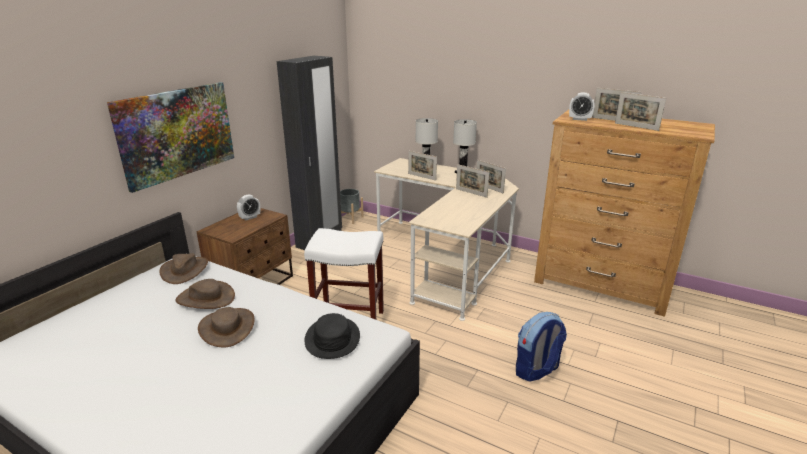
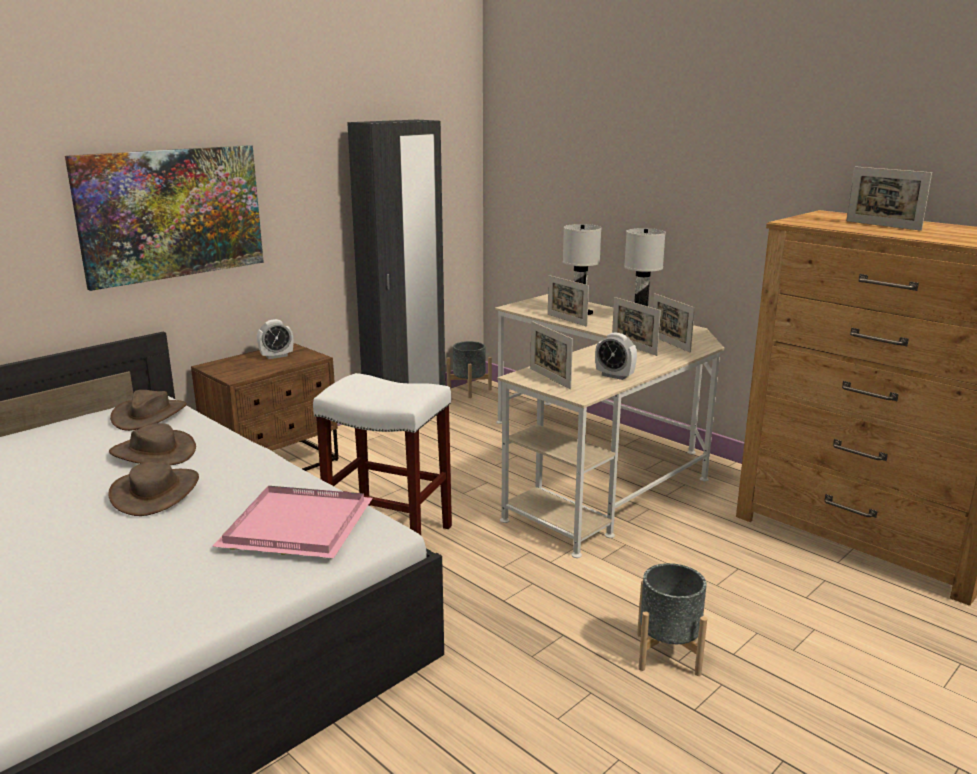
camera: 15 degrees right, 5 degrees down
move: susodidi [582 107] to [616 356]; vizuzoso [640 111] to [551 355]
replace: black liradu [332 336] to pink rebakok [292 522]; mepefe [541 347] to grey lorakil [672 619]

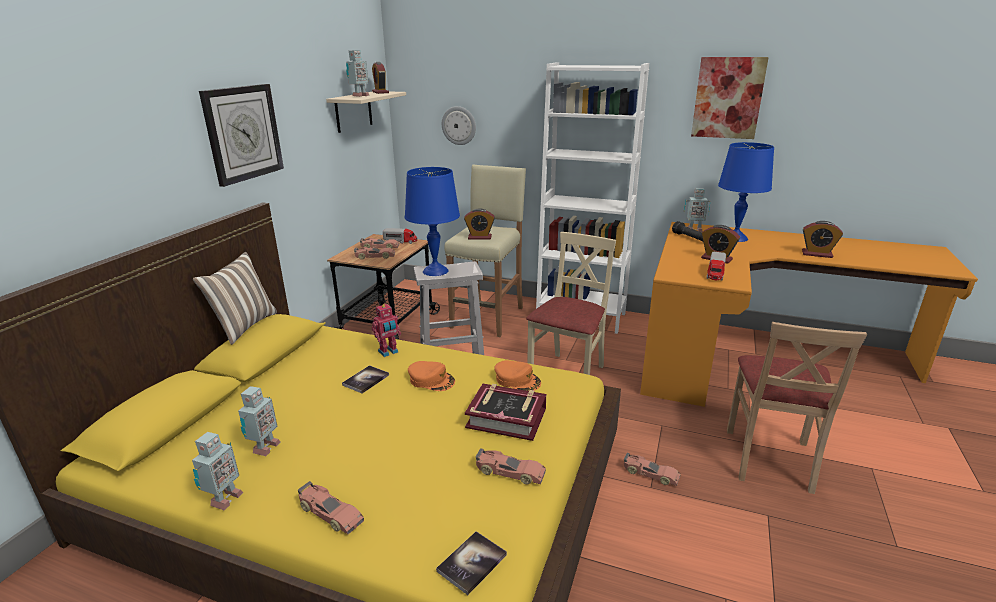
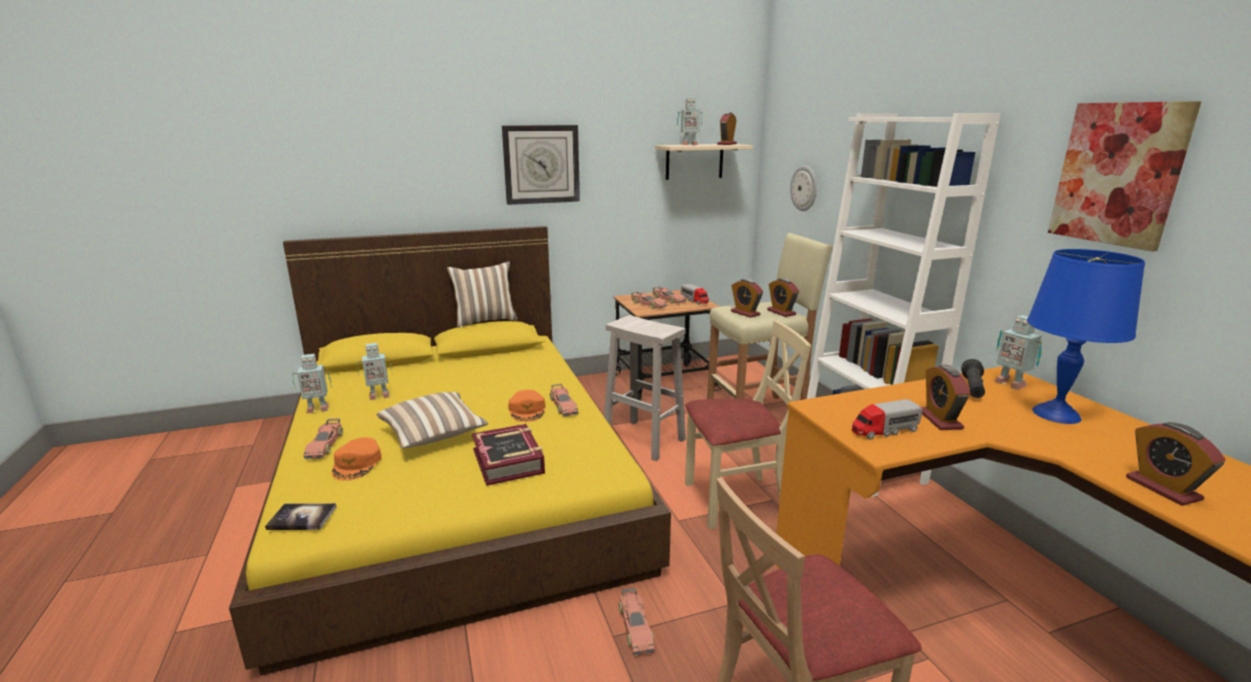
camera: 50 degrees right, 5 degrees down
delete: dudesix [365 379]; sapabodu [386 330]; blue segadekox [432 221]
insert: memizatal [432 420]; susodidi [783 297]
move: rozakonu [511 466] to [564 400]; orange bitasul [517 375] to [357 459]

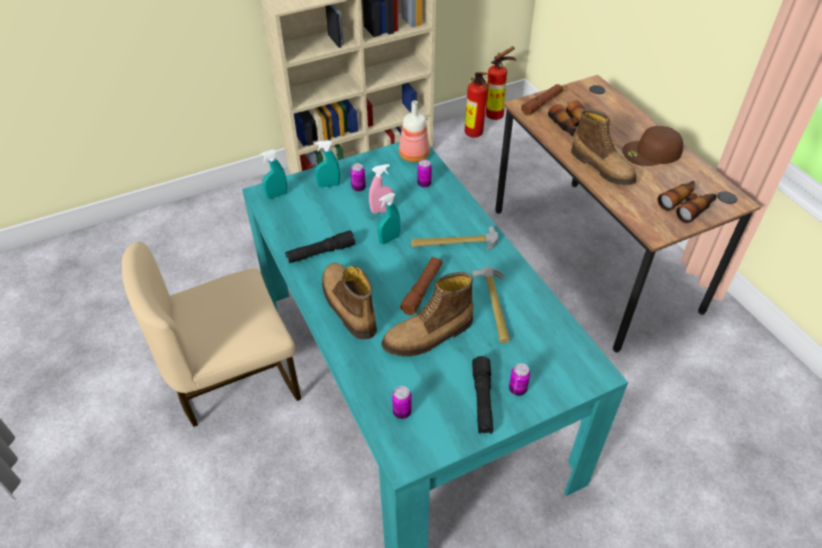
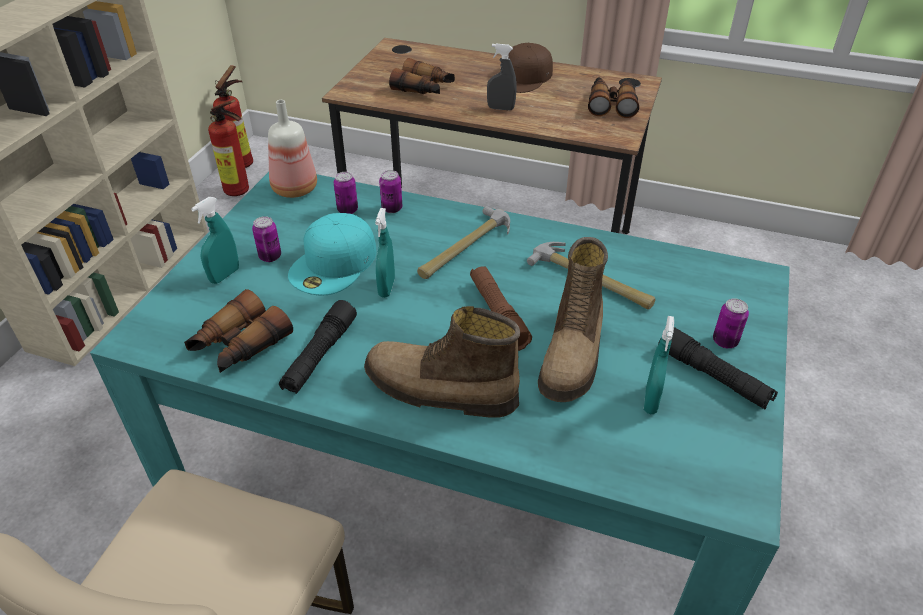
camera: 45 degrees left, 5 degrees down
delete: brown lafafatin [542 100]
insert: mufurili [238 331]
move: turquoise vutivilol [273 174] to [659 365]; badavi [402 402] to [390 191]
replace: pink vutivilol [381 189] to turquoise bitasul [332 254]; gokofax [603 147] to grey vutivilol [502 76]

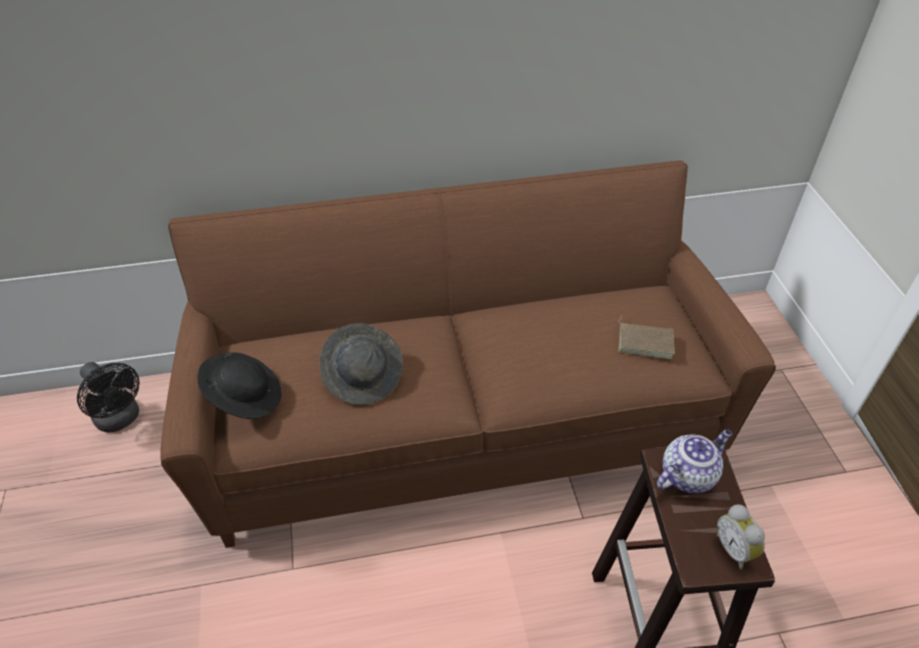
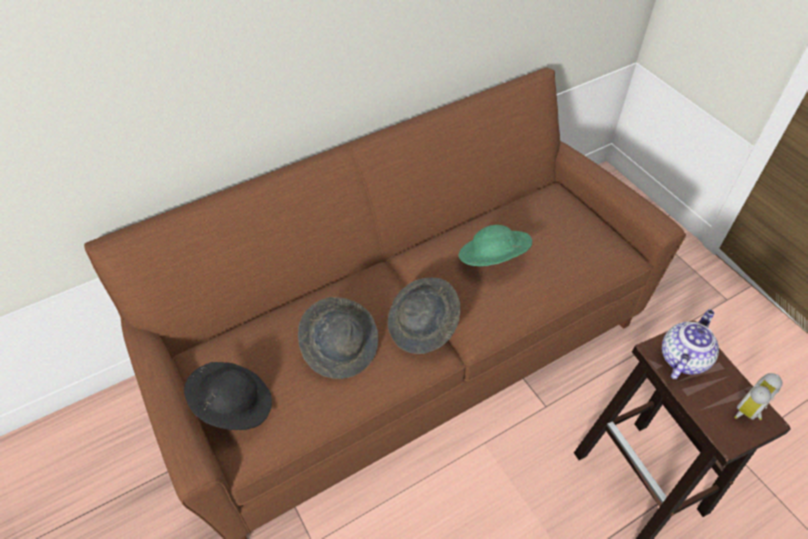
camera: 20 degrees left, 5 degrees up
delete: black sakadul [108 397]; brown dudesix [646 337]
insert: grey liradu [424 316]; green liradu [495 245]
rotate: susodidi [741 536] = [758 396] 90 degrees clockwise

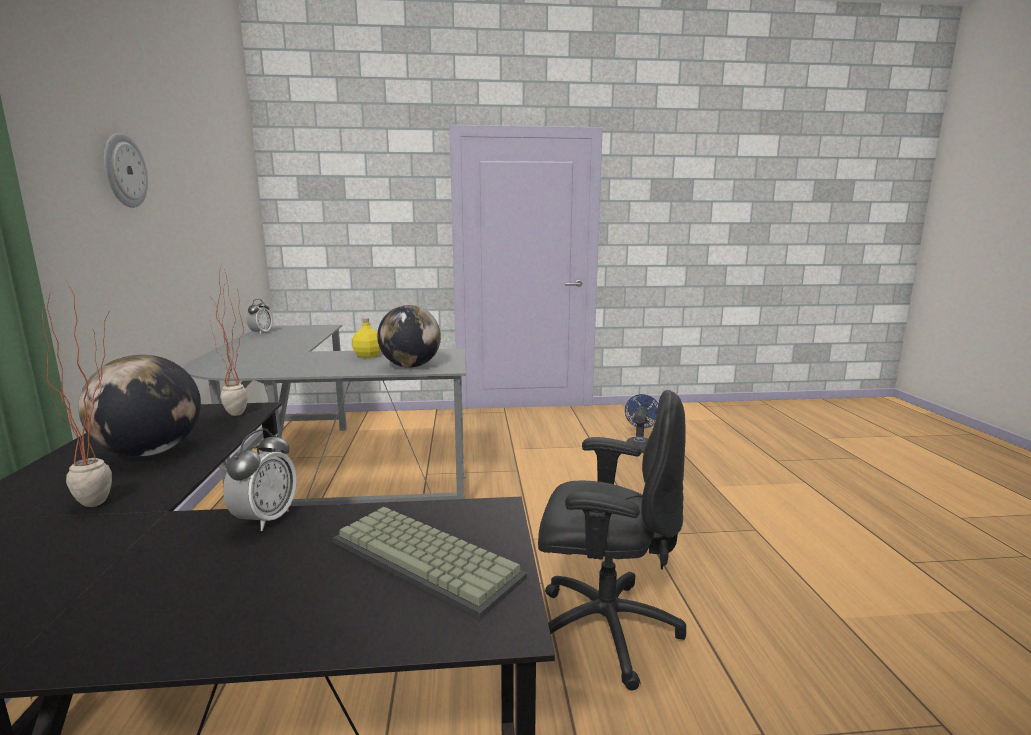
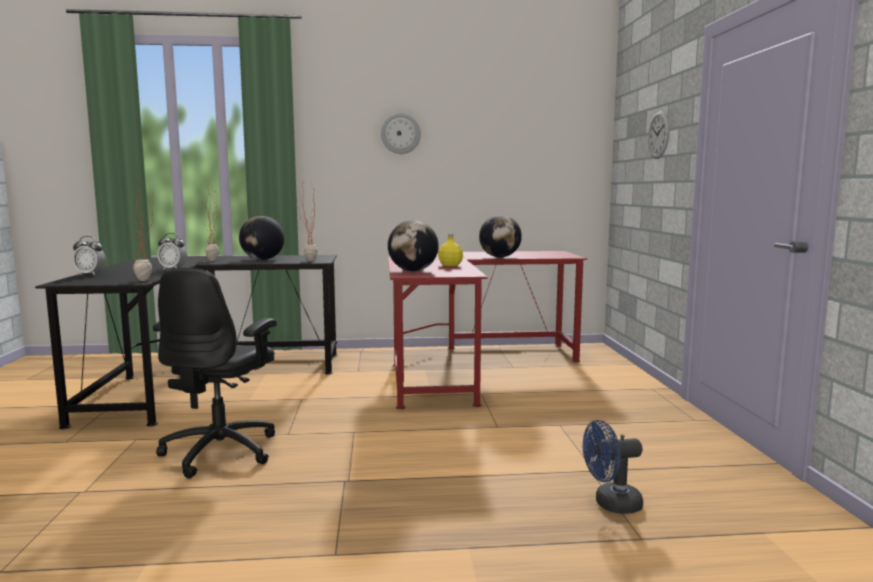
camera: 90 degrees right, 5 degrees down
delete: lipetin [430 563]
insert: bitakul [140 228]; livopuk [500 236]; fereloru [659 135]
move: susodidi [259 317] to [89 255]
recolor: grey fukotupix [324 415] to red fukotupix [487 330]
rotate: blue sakadul [641 423] = [613 467] 150 degrees clockwise

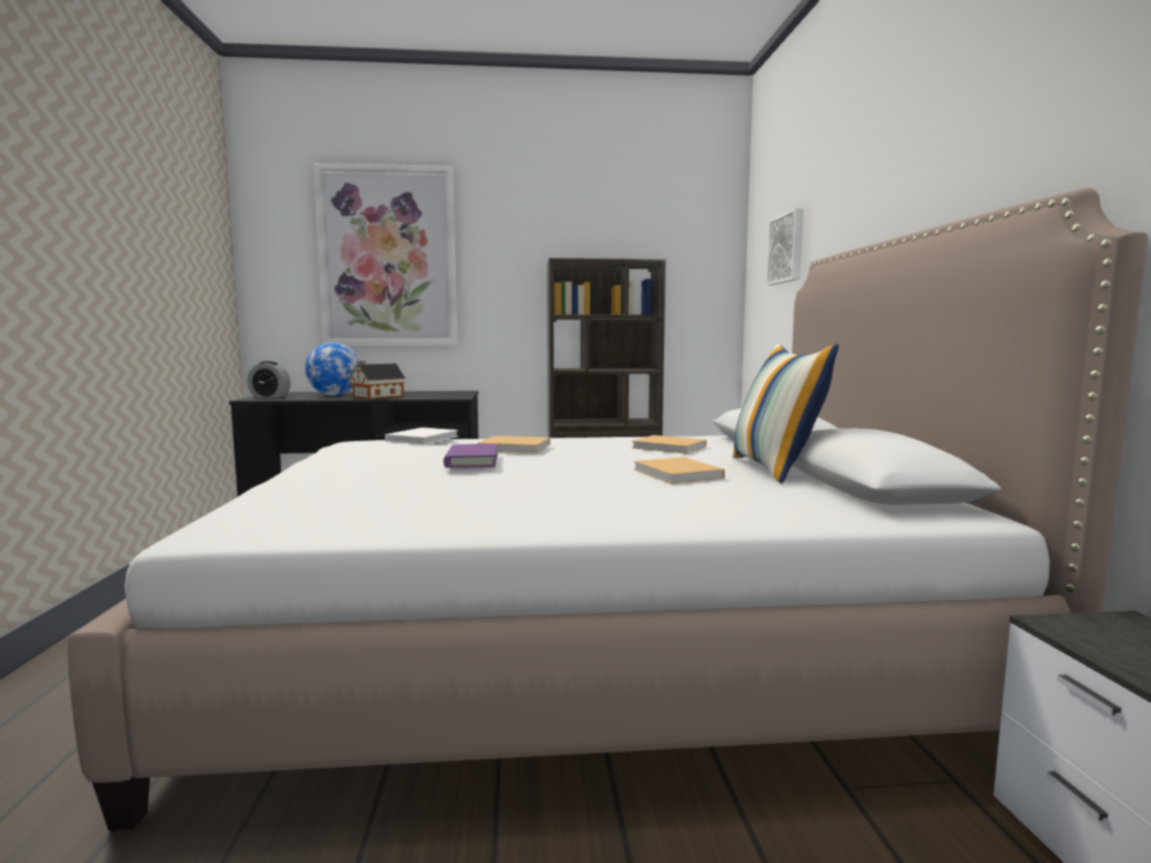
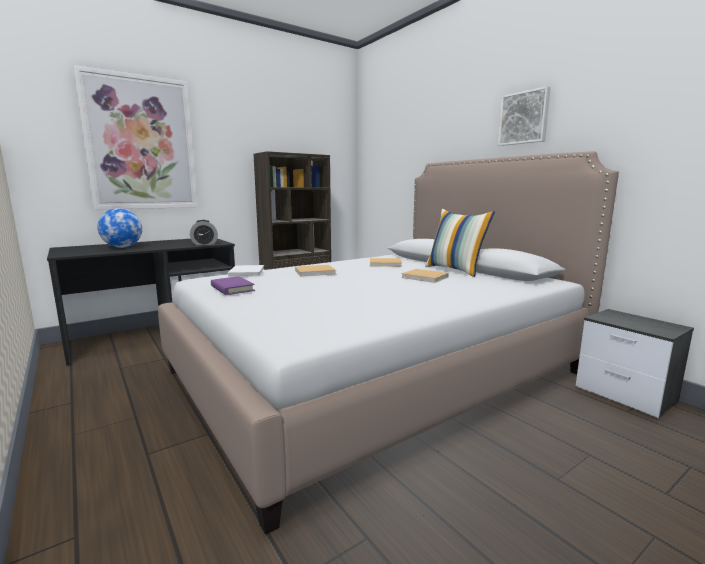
camera: 30 degrees left, 5 degrees up
delete: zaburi [377 380]
move: susodidi [269 379] to [204 232]; purple dudesix [470 456] to [233 285]; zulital [785 246] to [524 116]

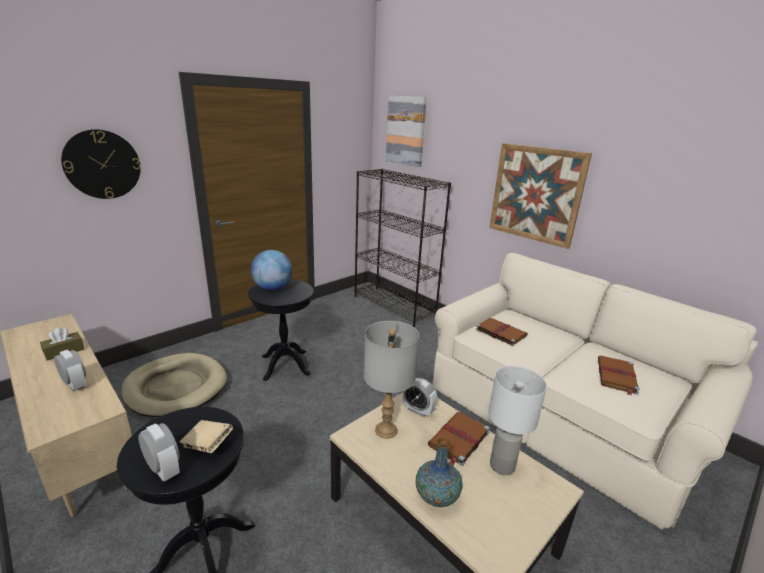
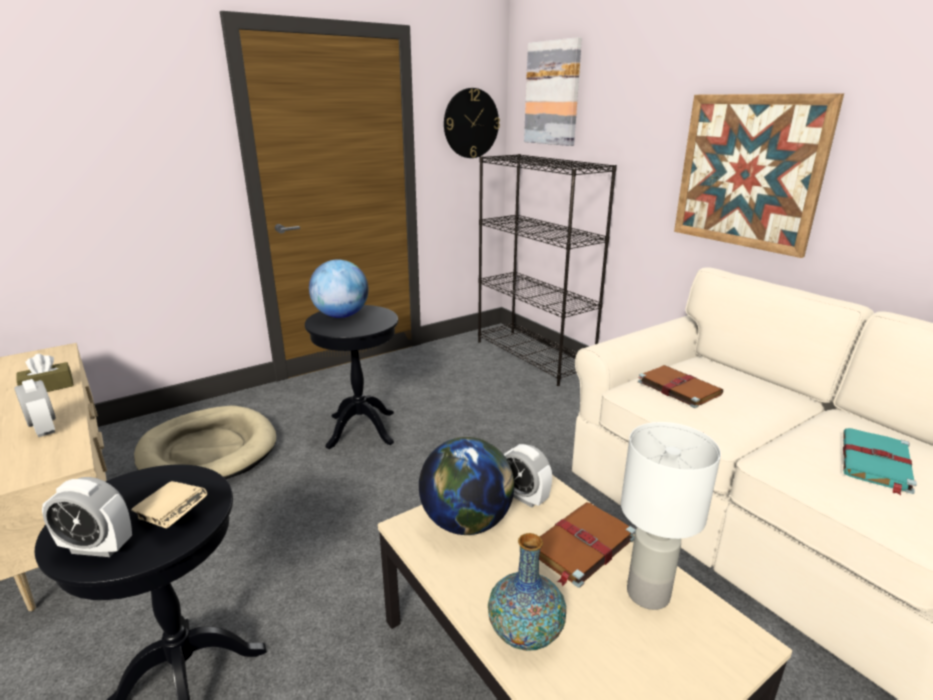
camera: 10 degrees right, 0 degrees up
move: fereloru [101 164] to [472 123]
replace: grey segadekox [391 380] to livopuk [466 486]
recolor: brown dudesix [619 376] to turquoise dudesix [880 461]
rotate: susodidi [159 452] = [87 517] 135 degrees clockwise

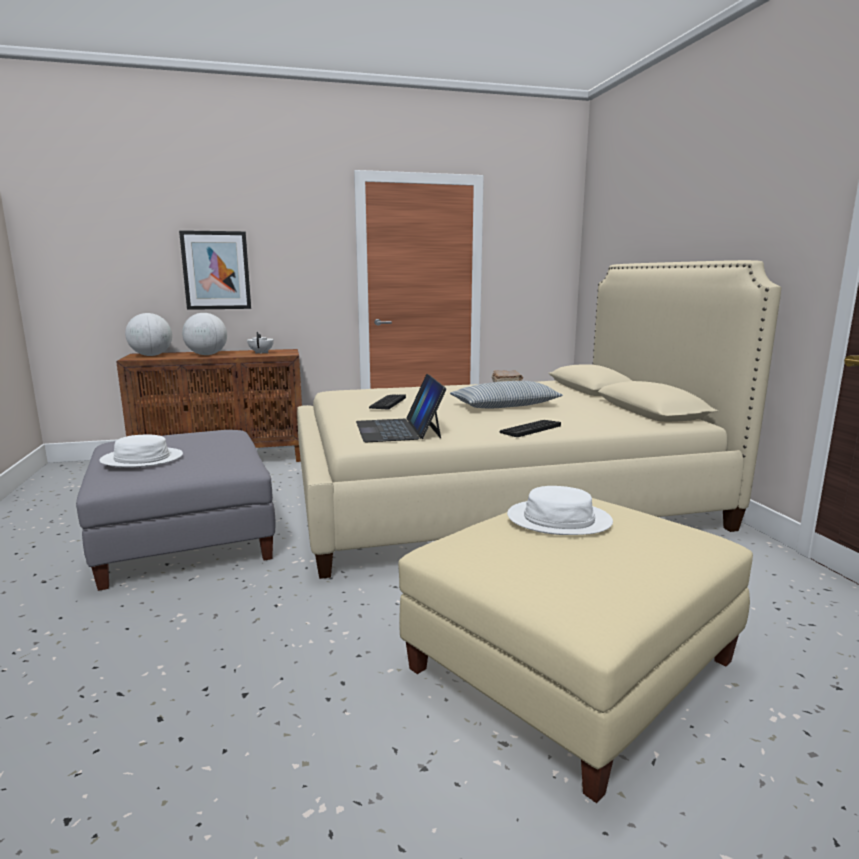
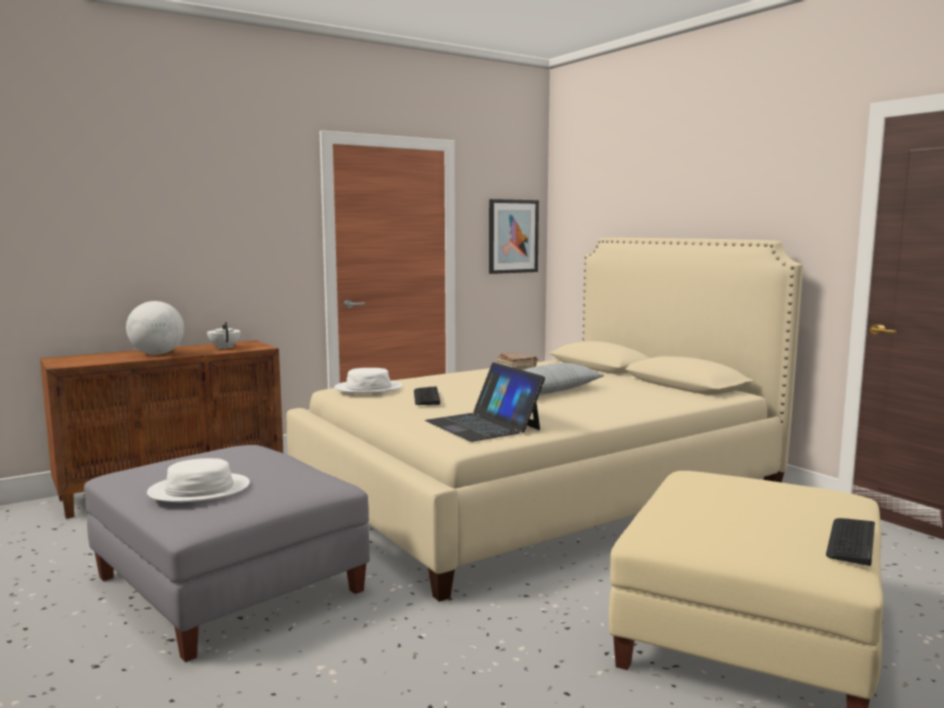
camera: 20 degrees left, 5 degrees down
delete: livopuk [148 334]
move: zulital [215 270] to [514 236]; lipetin [530 428] to [850 542]; white liradu [560 510] to [368 380]

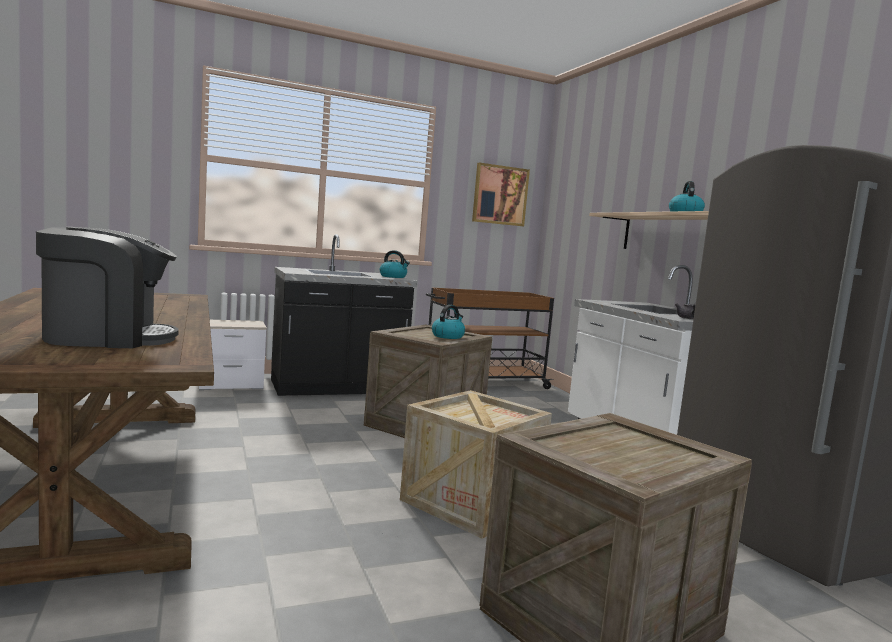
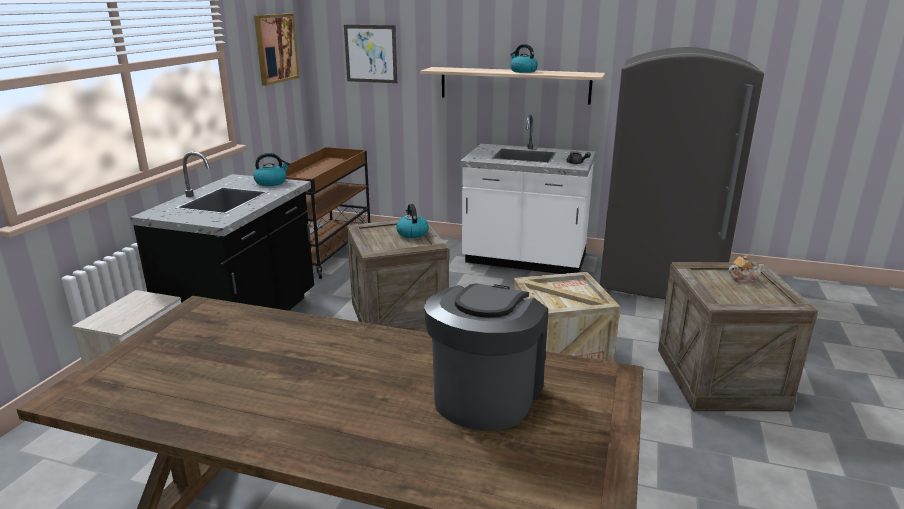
camera: 50 degrees left, 15 degrees up
insert: zulital [370 54]; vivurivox [746 269]

